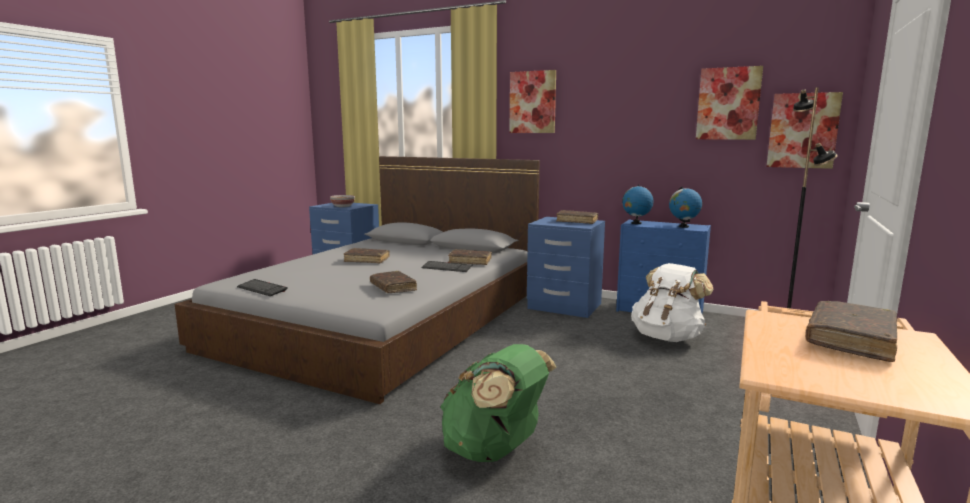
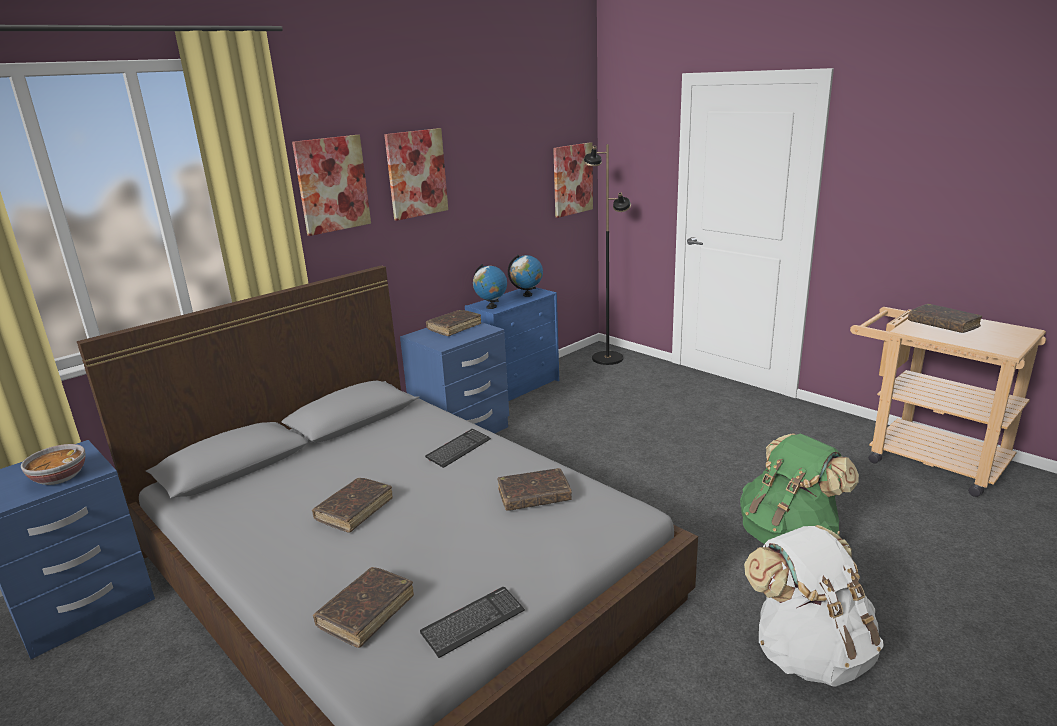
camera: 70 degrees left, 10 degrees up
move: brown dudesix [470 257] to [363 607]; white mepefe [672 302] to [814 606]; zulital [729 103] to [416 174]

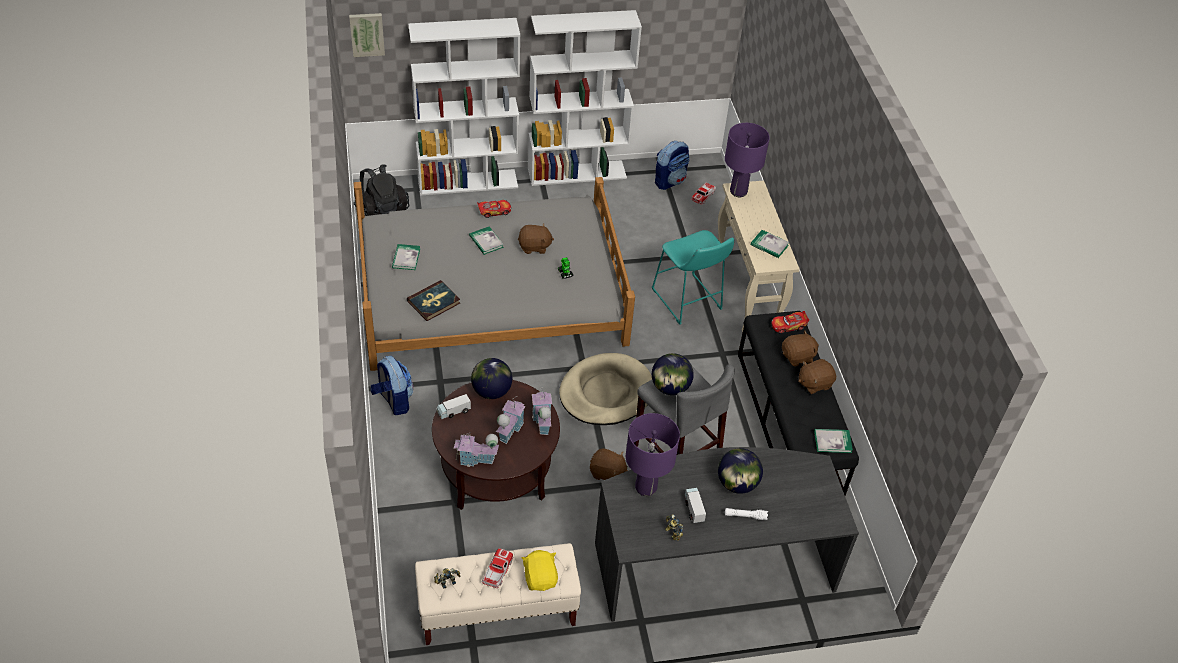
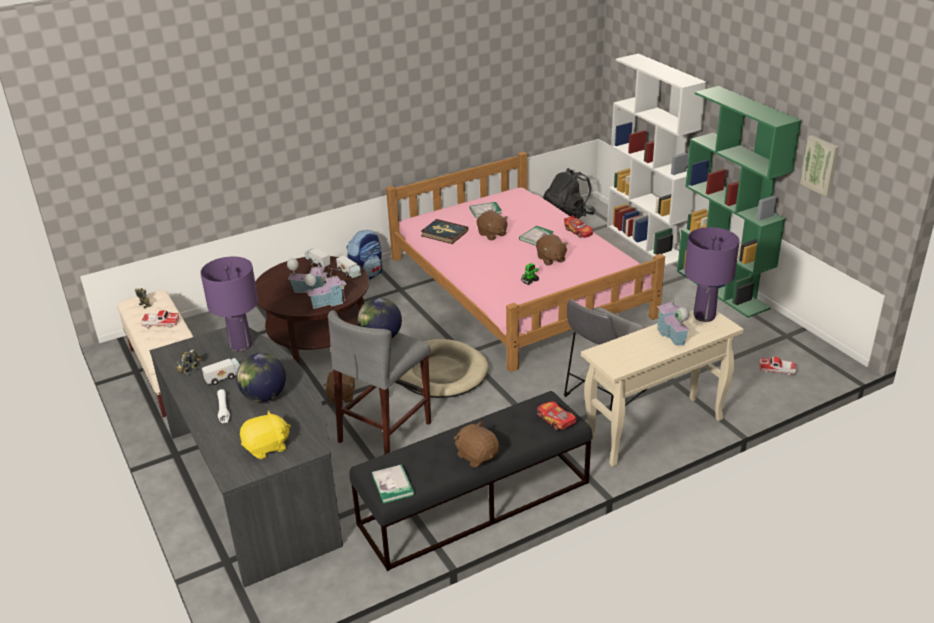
camera: 75 degrees right, 15 degrees down
delete: mepefe [672 165]; dudesix [770 244]
move: zulital [367 35] to [819 166]; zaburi [476 450] to [673 319]; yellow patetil [540 570] to [265 434]; brown patetil [800 348] to [492 225]
replace: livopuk [491 378] to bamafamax [348 267]
recolor: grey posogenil [494 274] to pink posogenil [525 262]; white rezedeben [585 98] to green rezedeben [739 202]; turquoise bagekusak [693 277] to grey bagekusak [605 355]

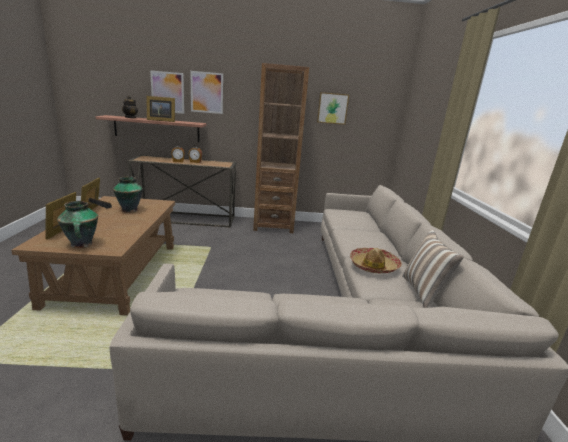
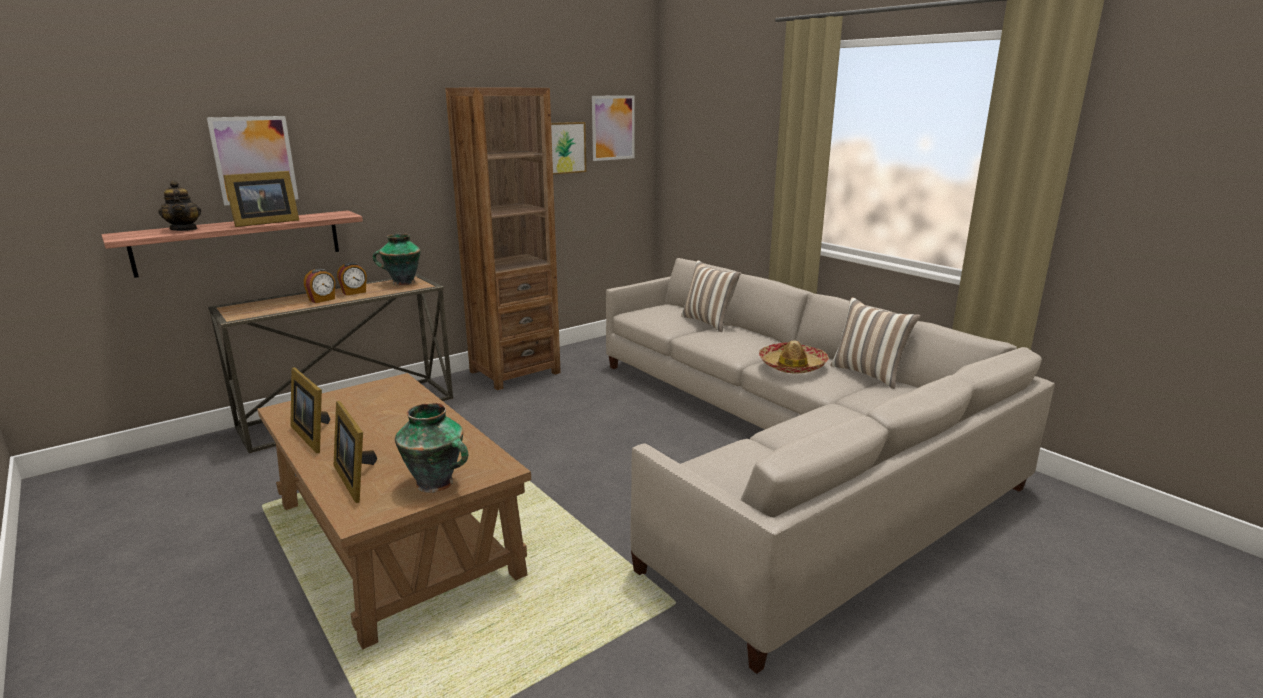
camera: 35 degrees left, 0 degrees up
insert: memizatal [711 296]
move: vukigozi [128 194] to [397 259]; zulital [206 92] to [613 128]

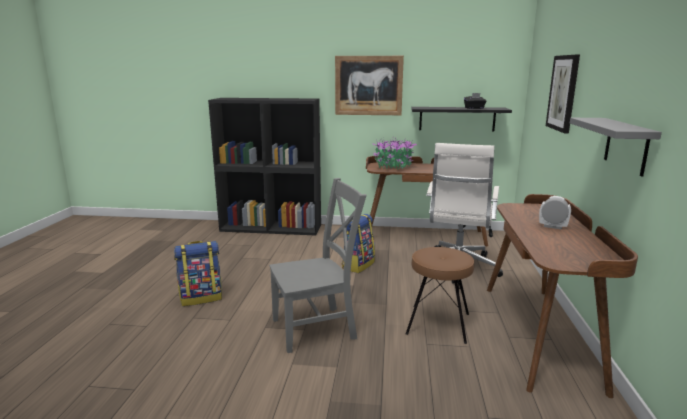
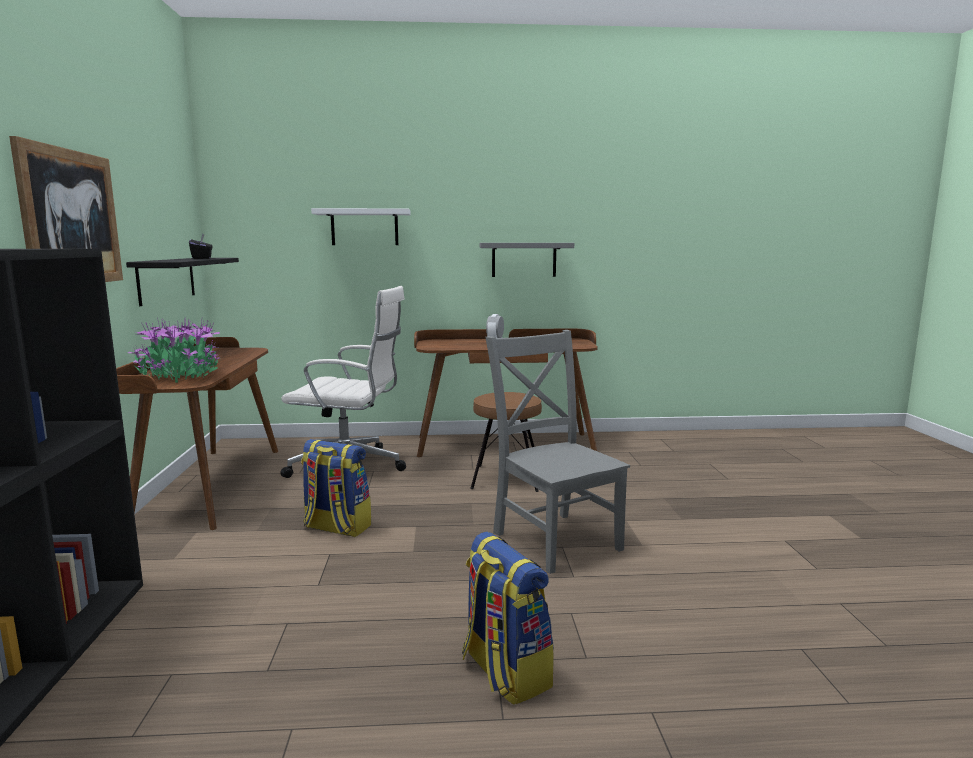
camera: 100 degrees left, 5 degrees down
replace: zulital [563 94] to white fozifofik [361 226]

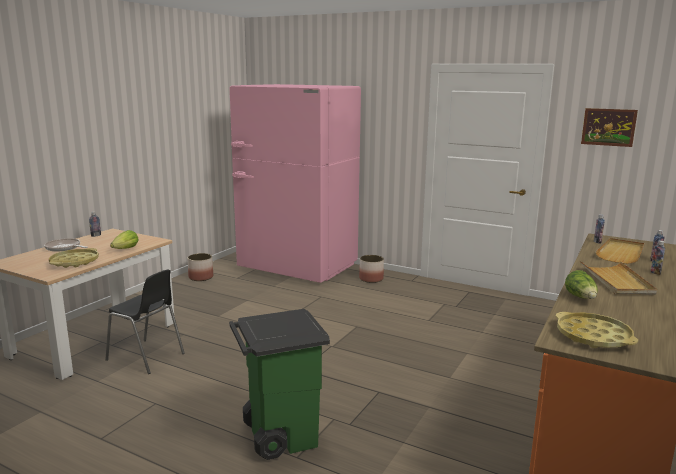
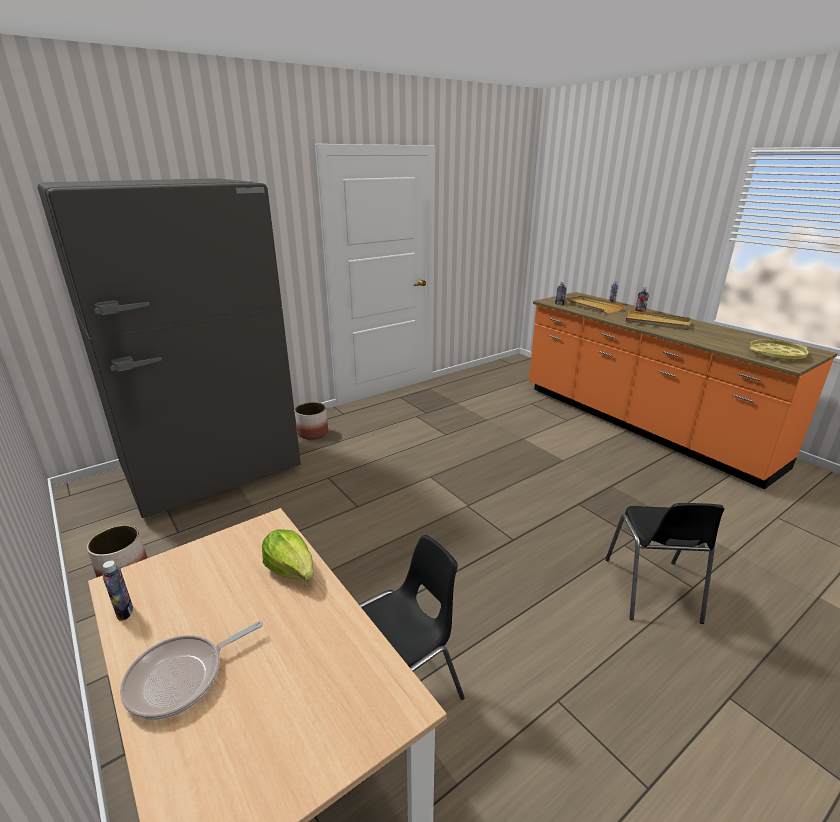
camera: 65 degrees left, 10 degrees up
delete: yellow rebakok [74 258]; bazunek [581 284]; zulital [609 127]
replace: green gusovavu [279 384] to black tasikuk [665 563]
recolor: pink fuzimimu [295 183] to grey fuzimimu [169 348]

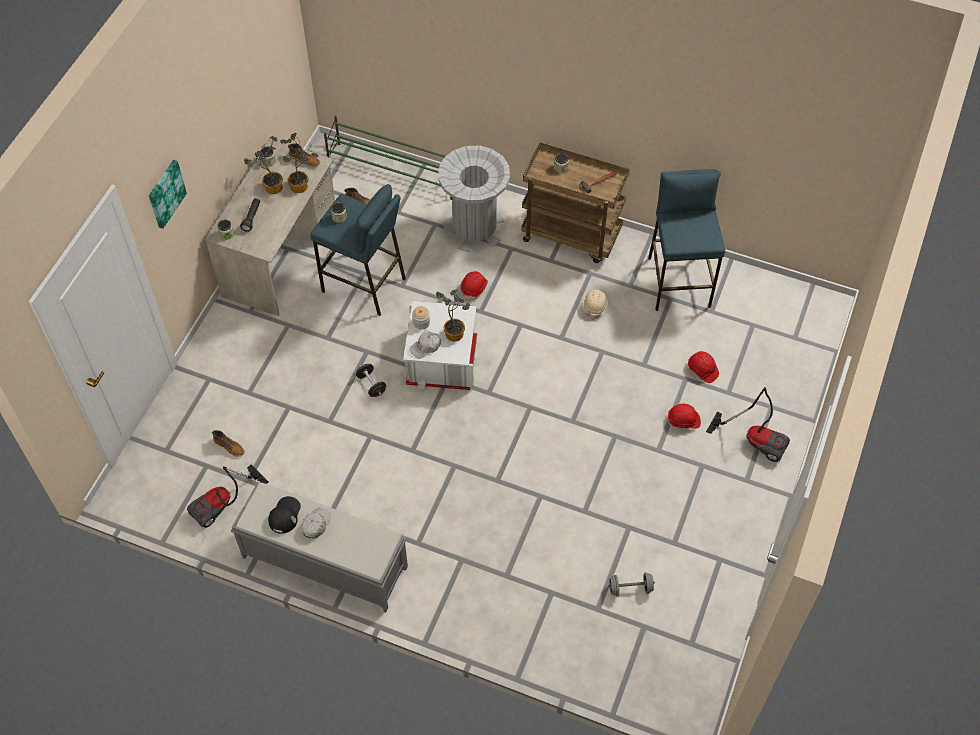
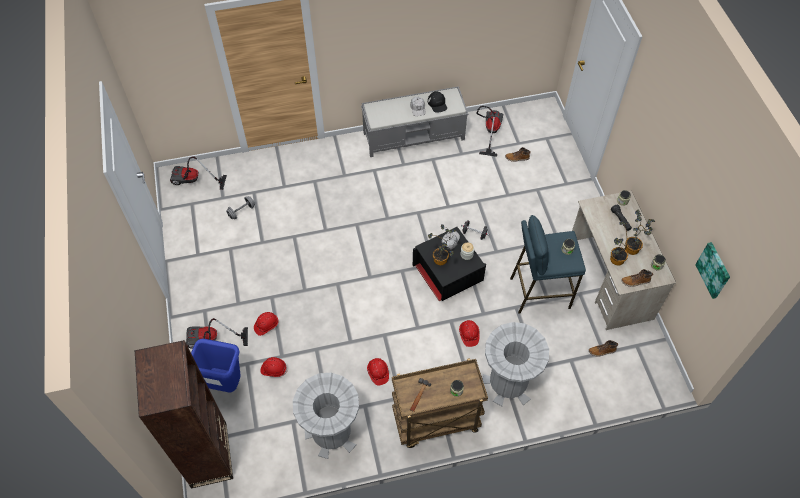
camera: 145 degrees right, 0 degrees up
delete: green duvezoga [388 157]
insert: brown rezedeben [184 414]; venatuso [198 173]; blue gusovavu [216 365]
move: zulital [168 194] to [712 270]
replace: blue bagekusak [686 240] to grey gusovavu [326 416]
recolor: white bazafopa [440 345] to black bazafopa [449 264]; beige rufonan [595 304] to red rufonan [378 372]

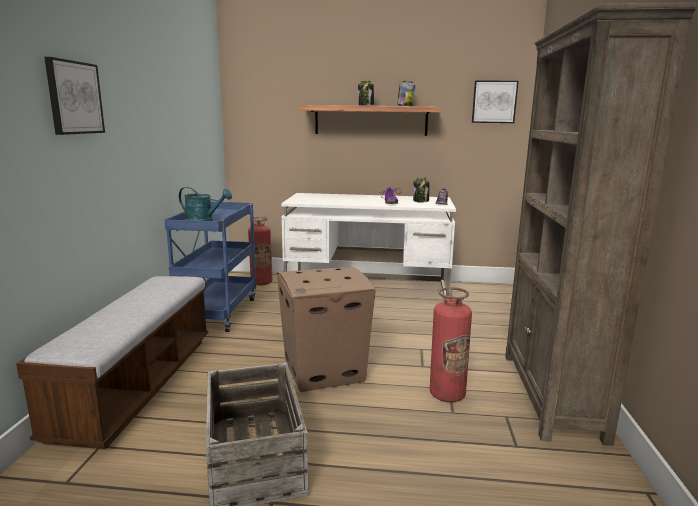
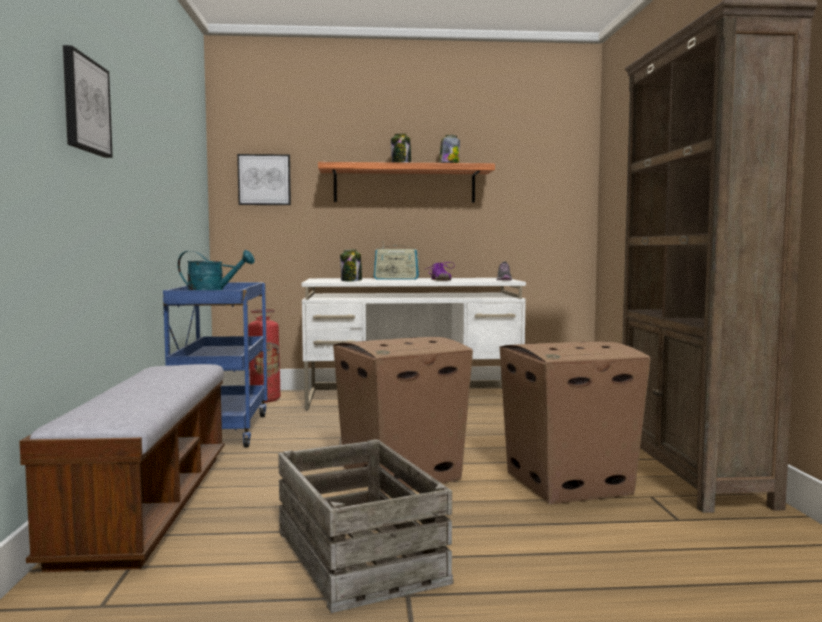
camera: 10 degrees left, 10 degrees down
insert: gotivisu [396 261]
move: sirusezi [421 190] to [351 265]; zulital [495 101] to [264 179]
replace: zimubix [451 344] to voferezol [575 423]

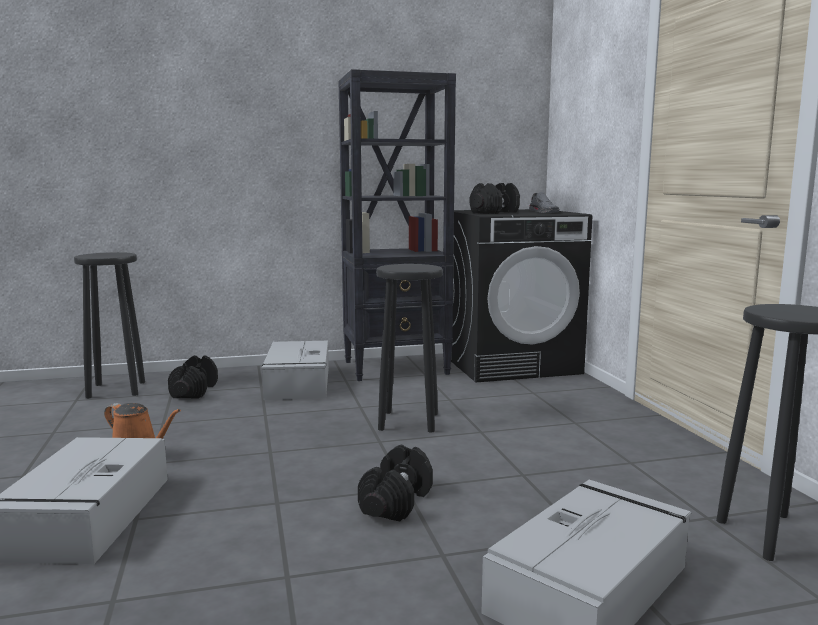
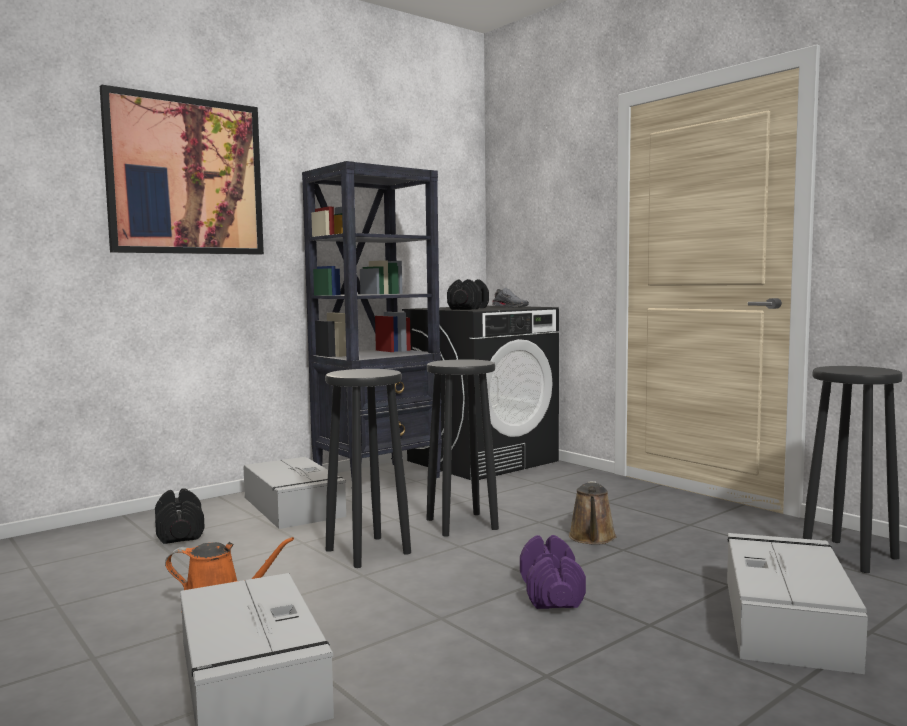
camera: 25 degrees left, 5 degrees down
insert: zulital [182 170]; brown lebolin [593 513]
move: black bagekusak [109 325] to [368 468]
recolor: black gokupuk [395 483] to purple gokupuk [553 572]

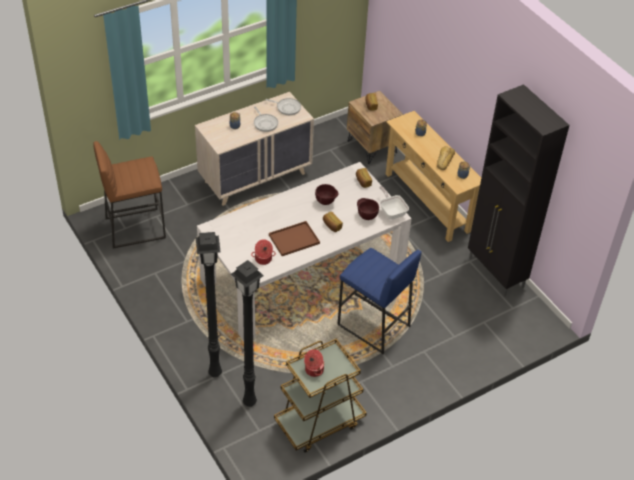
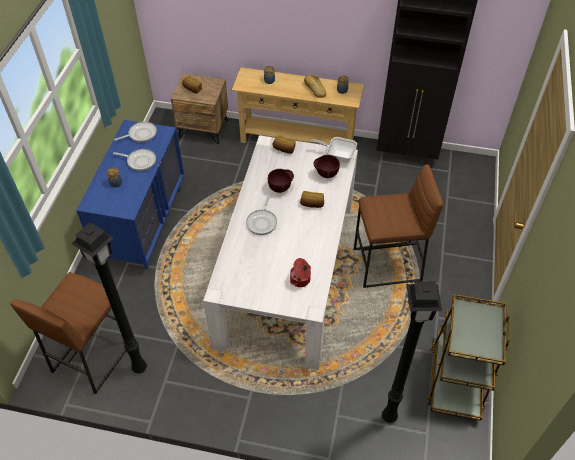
camera: 45 degrees left, 5 degrees up
delete: brown rebakok [294 238]; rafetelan [314 363]
insert: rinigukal [261 216]
move: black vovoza [209 305] to [109 298]
recolor: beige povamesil [254 149] to blue povamesil [130 194]; blue bagekusak [379 301] to brown bagekusak [399 226]

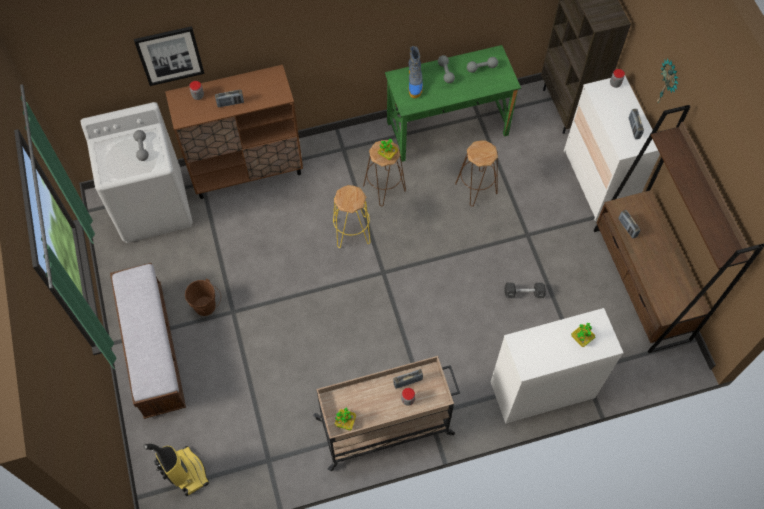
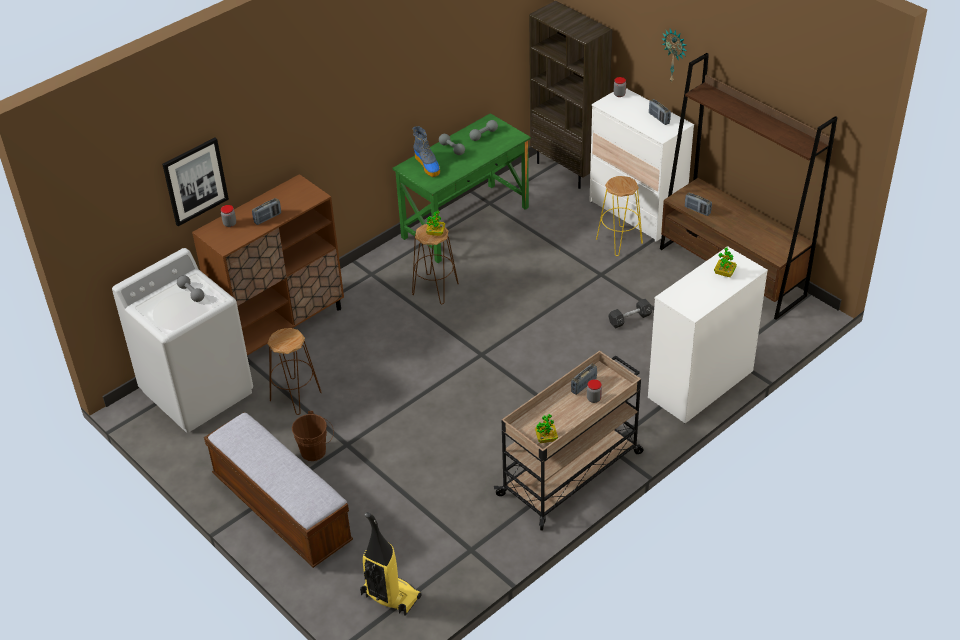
camera: 25 degrees left, 20 degrees down
move: yellow bagekusak [352 216] to [619 216]; brown bagekusak [476 173] to [294 371]

